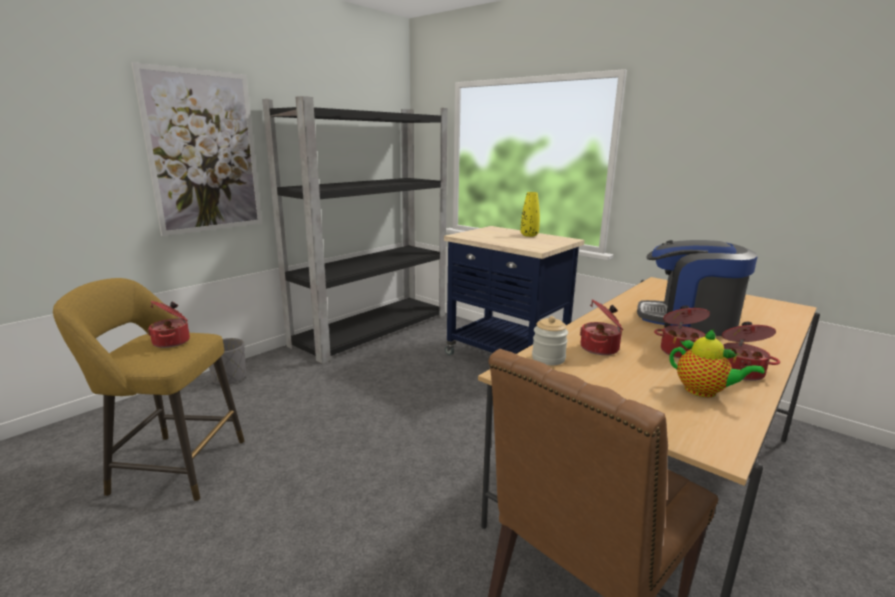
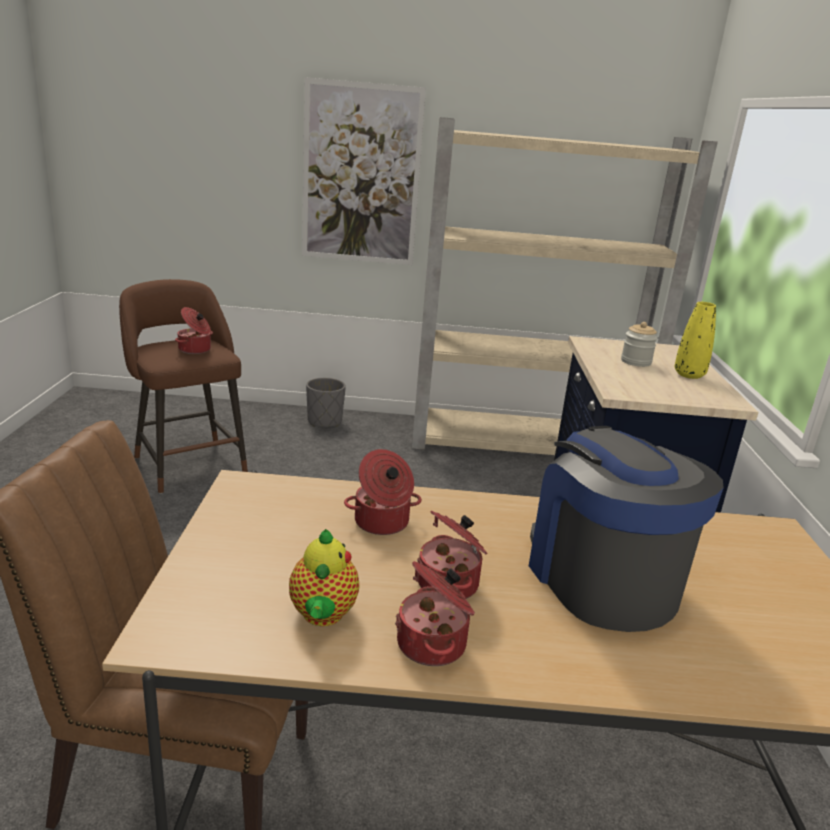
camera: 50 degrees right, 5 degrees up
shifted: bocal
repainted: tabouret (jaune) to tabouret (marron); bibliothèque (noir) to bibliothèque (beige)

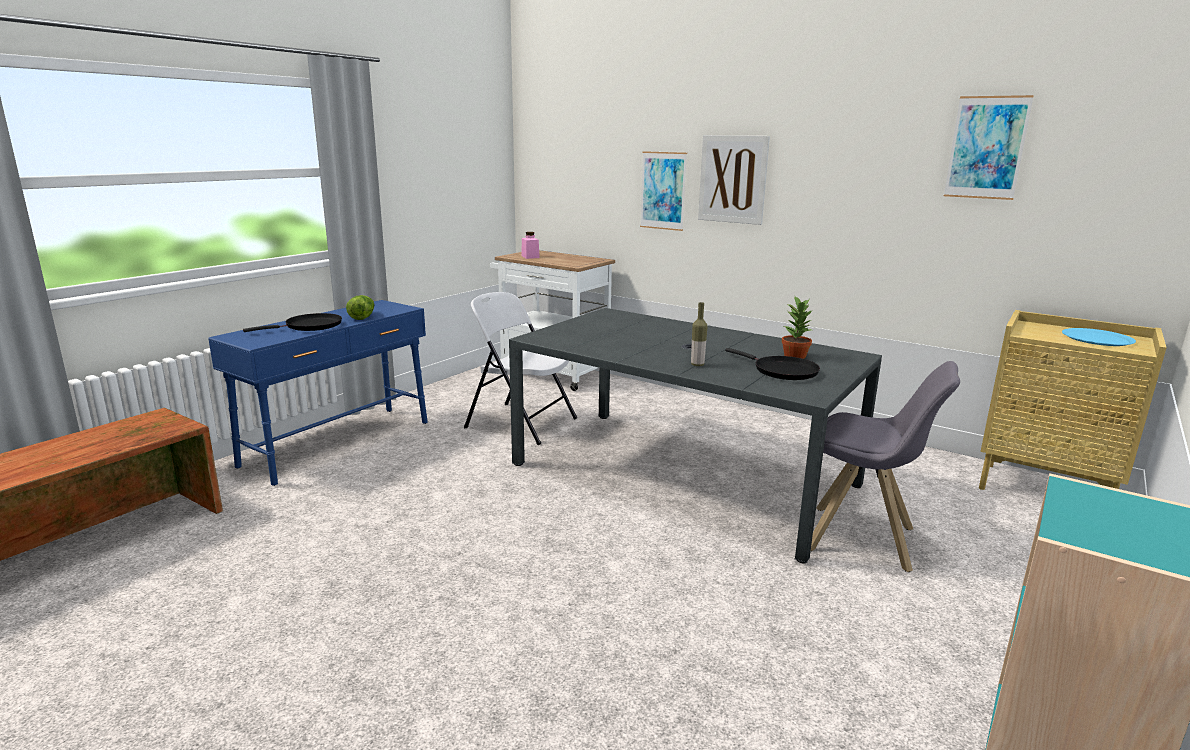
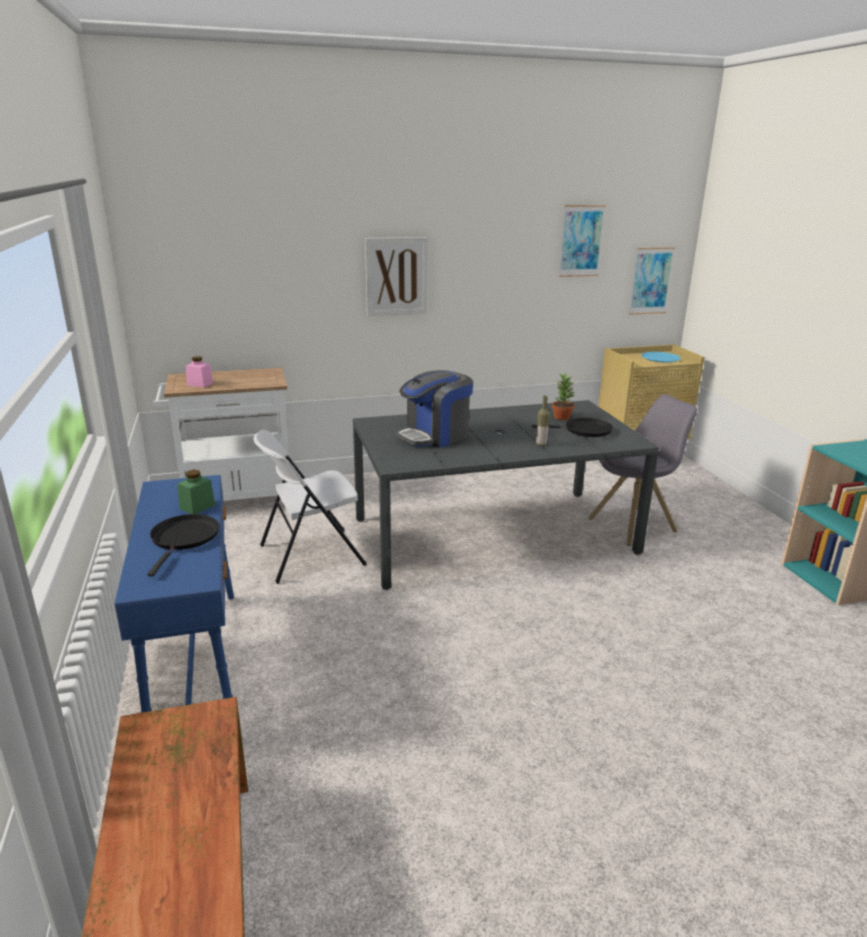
camera: 50 degrees left, 5 degrees up
new: machine à café
shifted: tableau (no. 1 from left in the first image) to tableau (no. 3 from left)
swapped: laitue to bocal (vert)

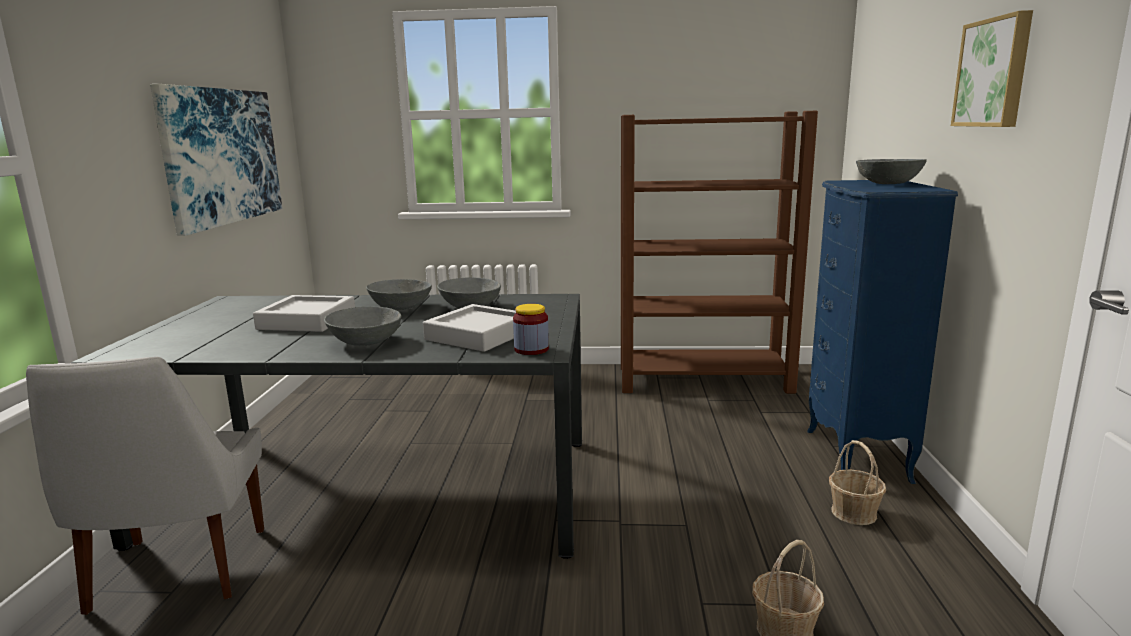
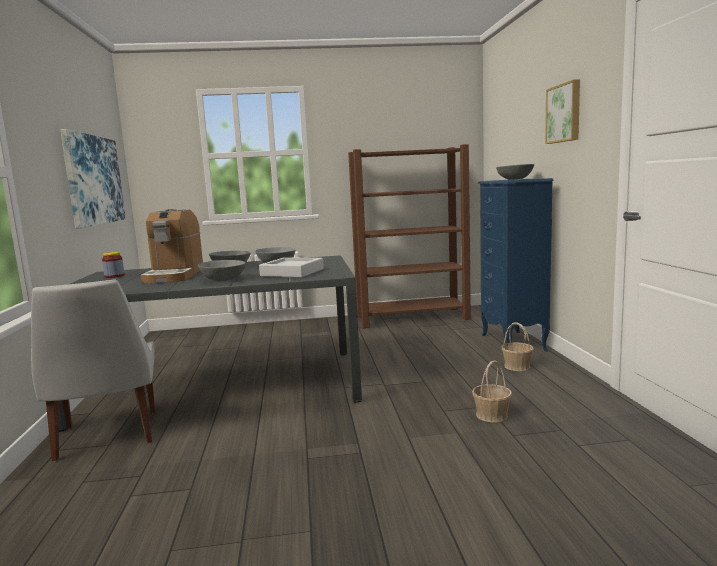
camera: 10 degrees left, 5 degrees down
shifted: bocal
swapped: plateau (gris) (no. 1 from left) to machine à café

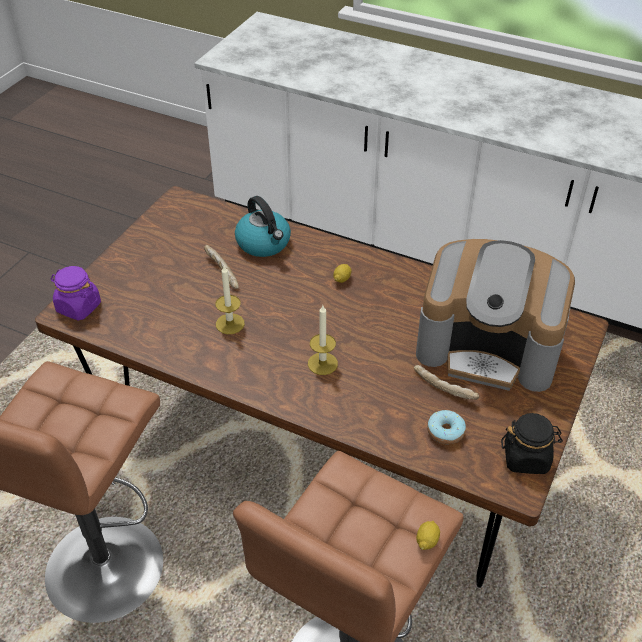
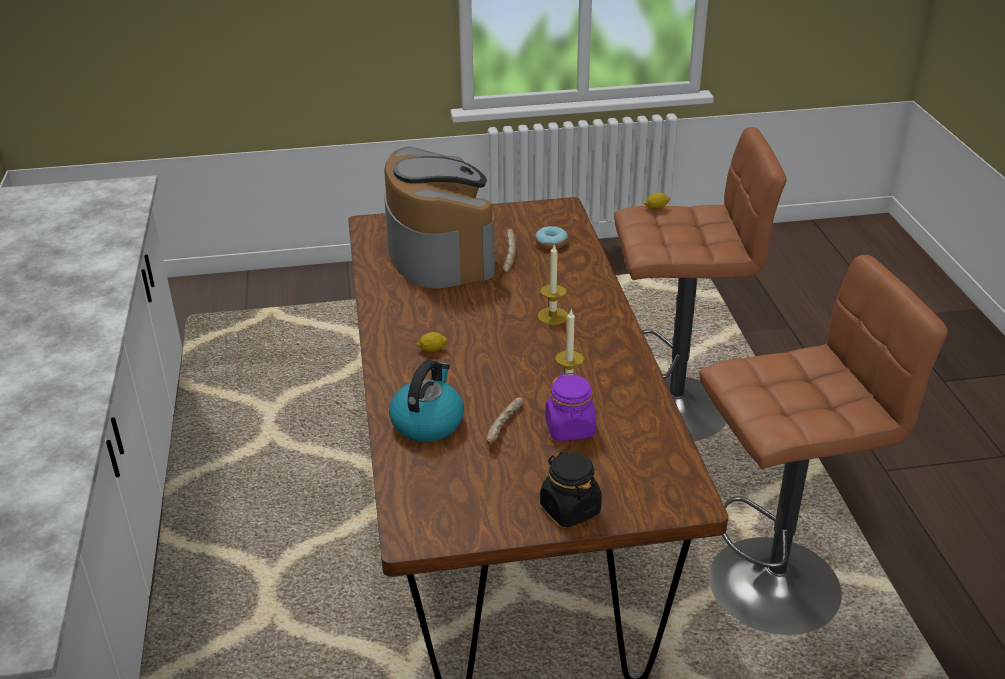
camera: 125 degrees left, 10 degrees down
shifted: bocal (noir); bocal (violet)

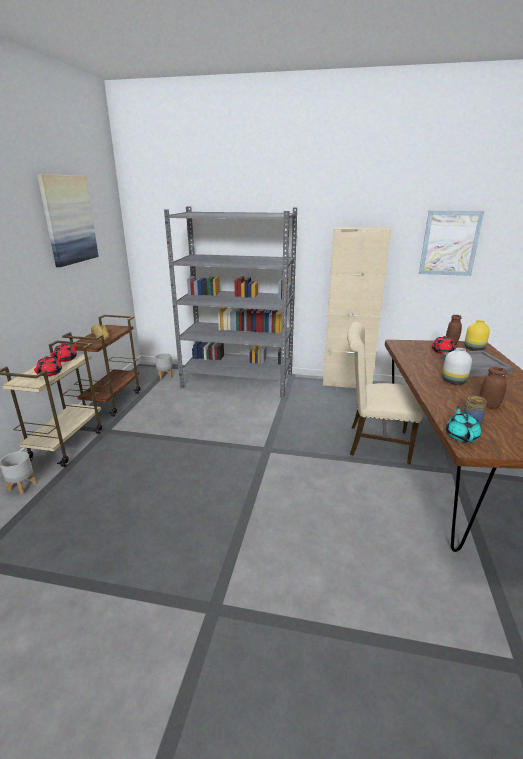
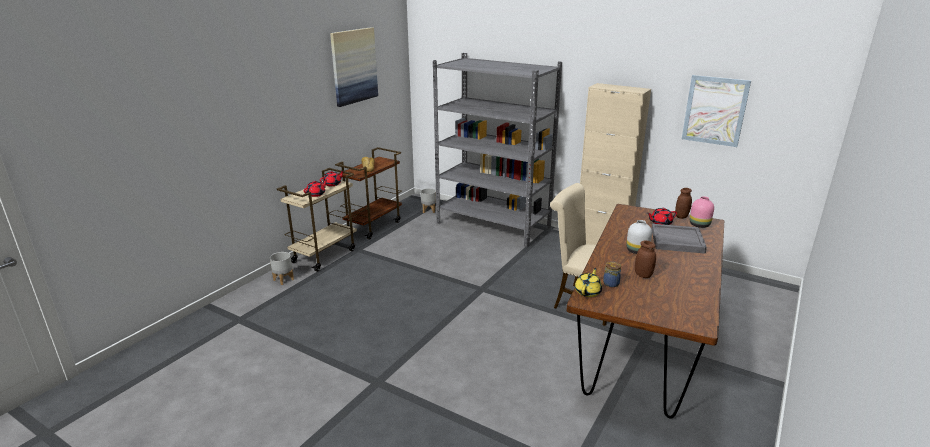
camera: 20 degrees right, 0 degrees up
repainted: théière (turquoise) to théière (jaune); vase (jaune) to vase (rose)

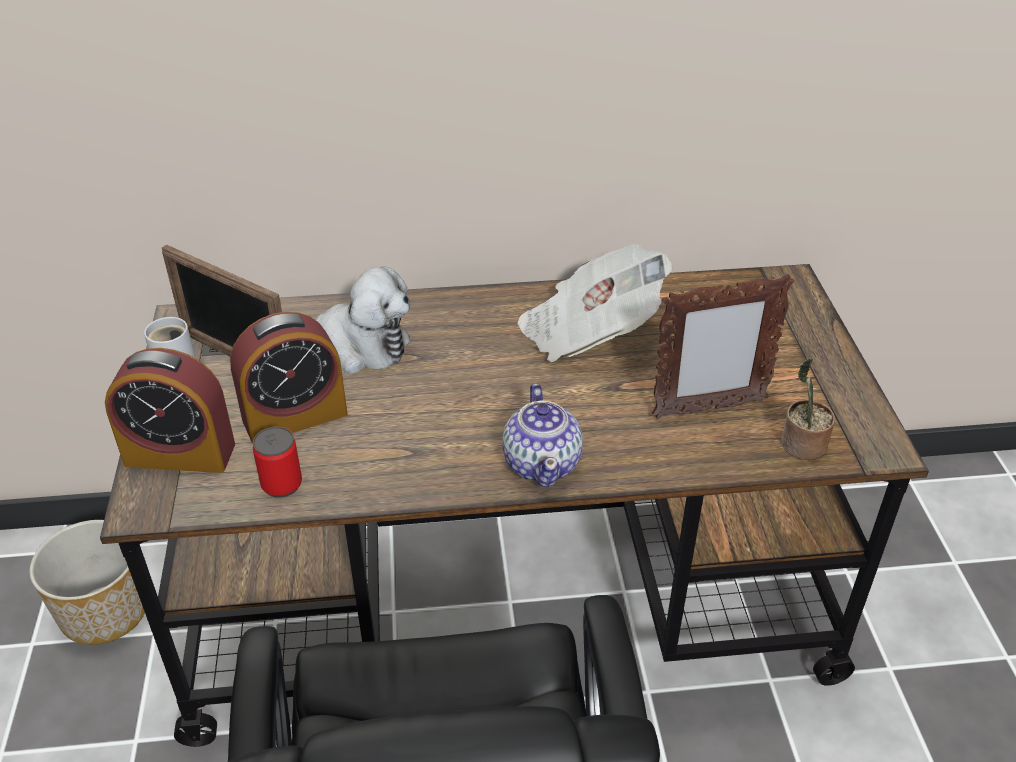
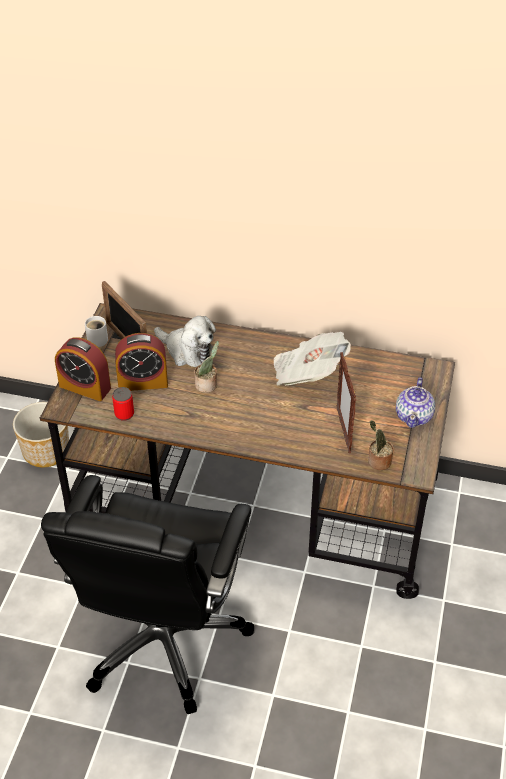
camera: 20 degrees right, 5 degrees up
new: plante en pot (no. 1 from left)
shifted: théière
rotated: cadre photo (no. 2 from left) 75 degrees clockwise

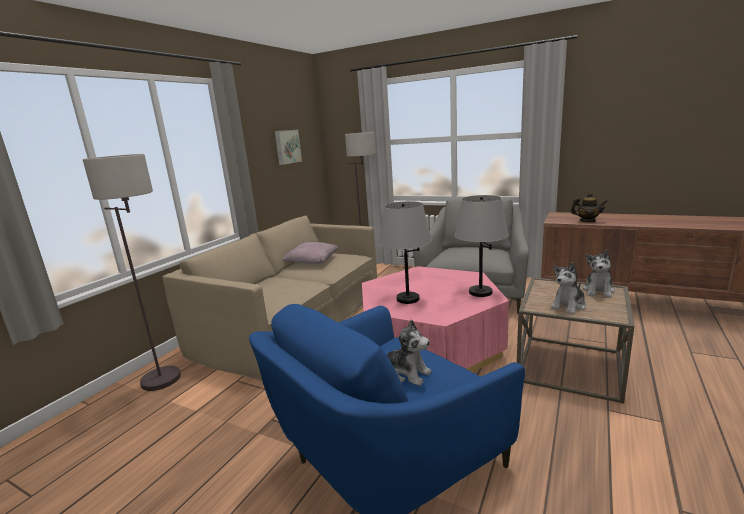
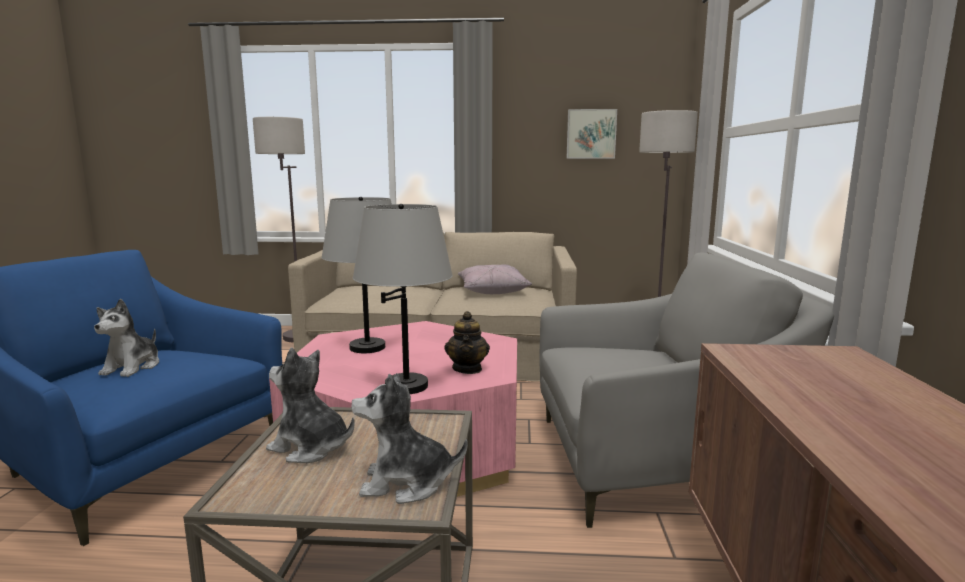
camera: 65 degrees right, 5 degrees down
shifted: théière

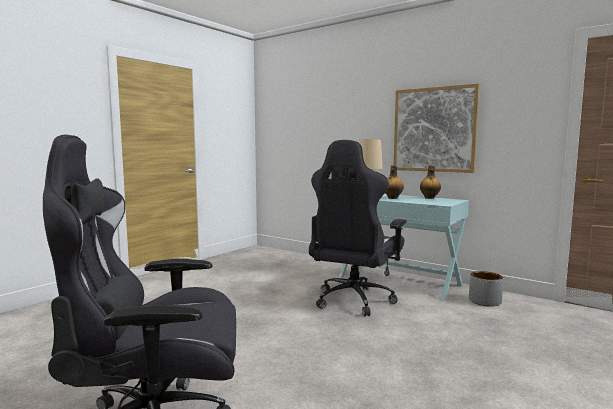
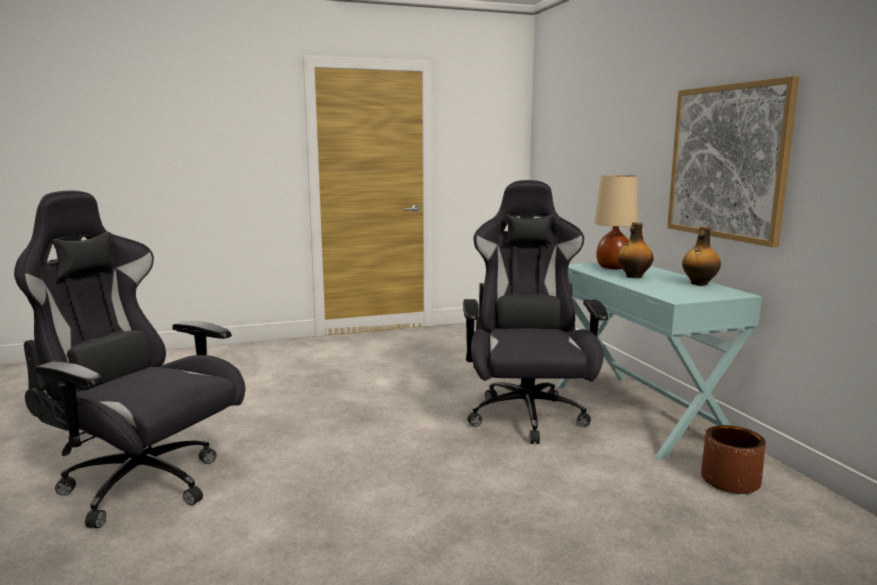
camera: 35 degrees right, 5 degrees up
repainted: cache-pot (gris) to cache-pot (marron)
rotated: chaise de bureau (noir) (no. 2 from left) 120 degrees clockwise

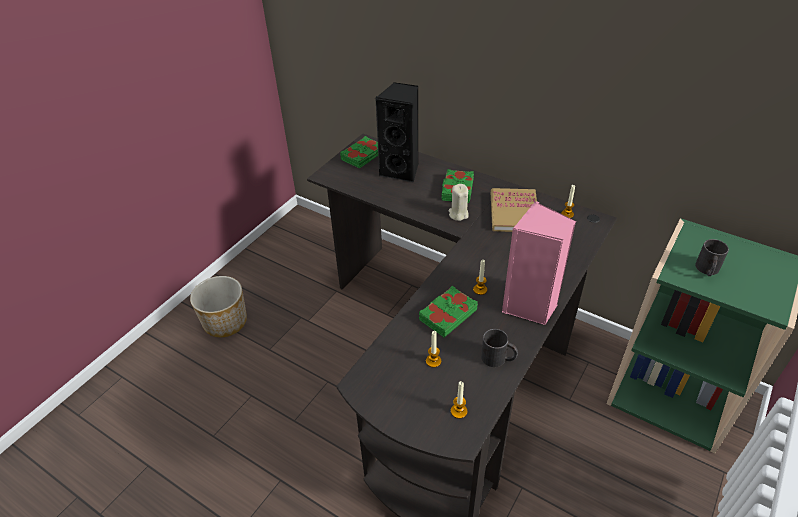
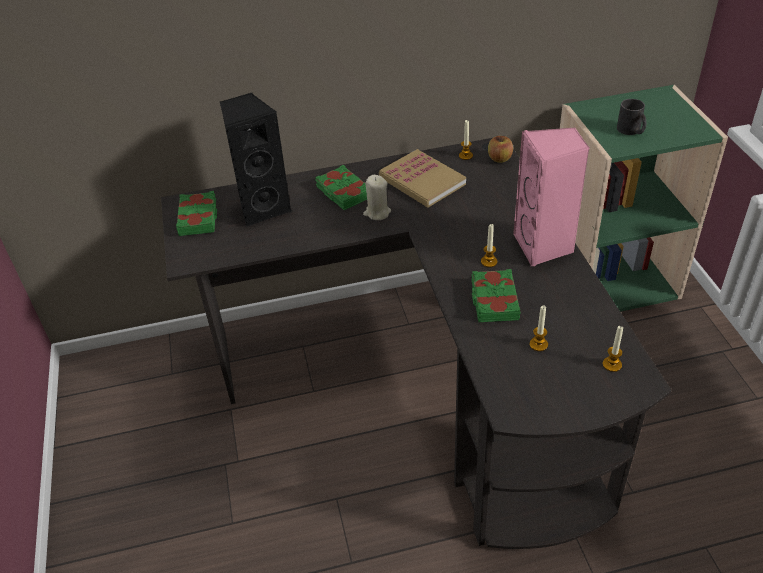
camera: 45 degrees left, 0 degrees up
gone: cache-pot; mug (noir) (no. 1 from left)
new: pomme

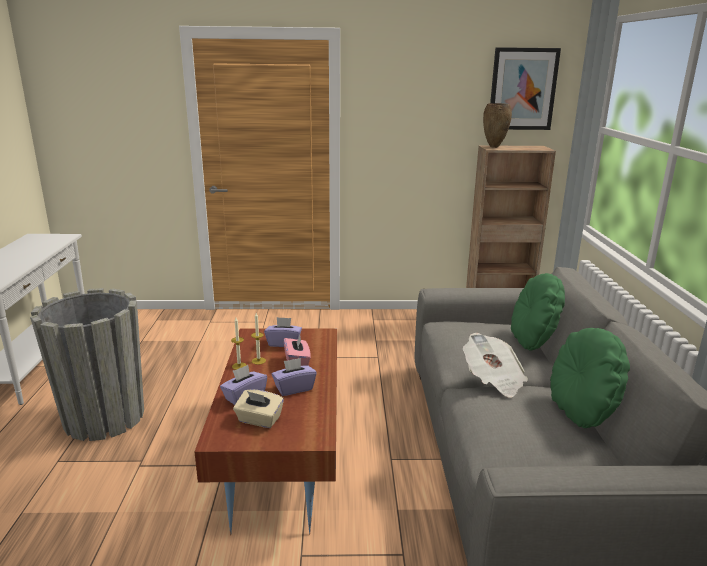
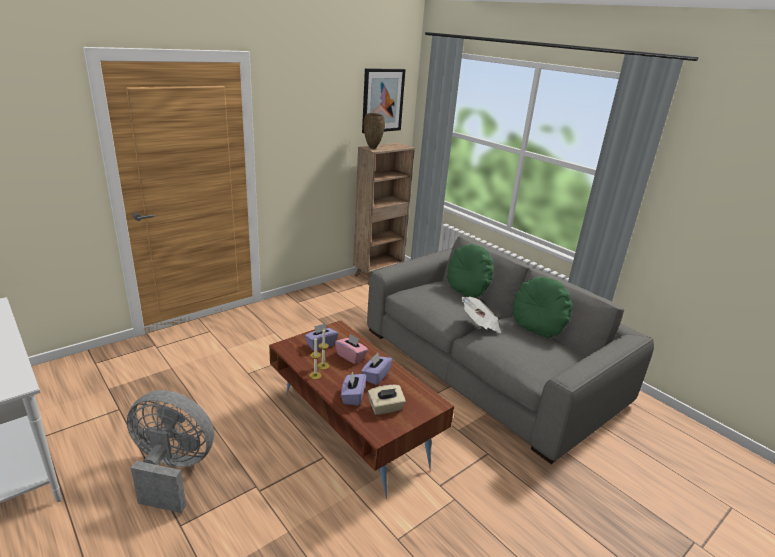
camera: 40 degrees left, 5 degrees up
swapped: cache-pot (gris) to ventilateur (gris)

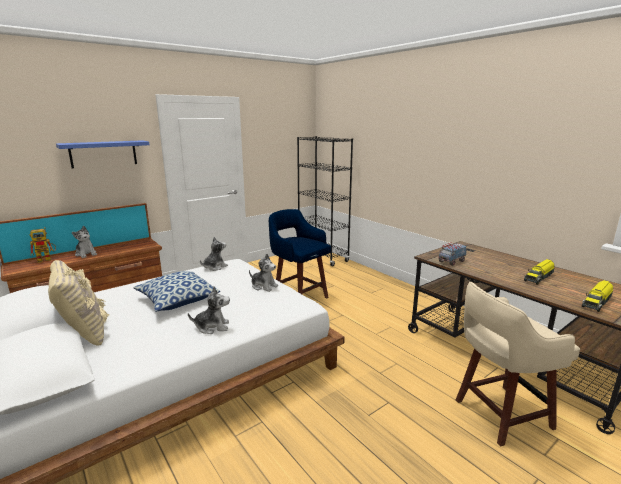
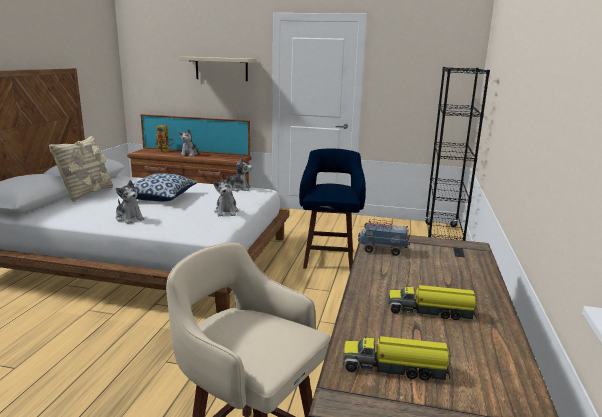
camera: 50 degrees right, 0 degrees up
repainted: étagère (bleu) to étagère (beige)

